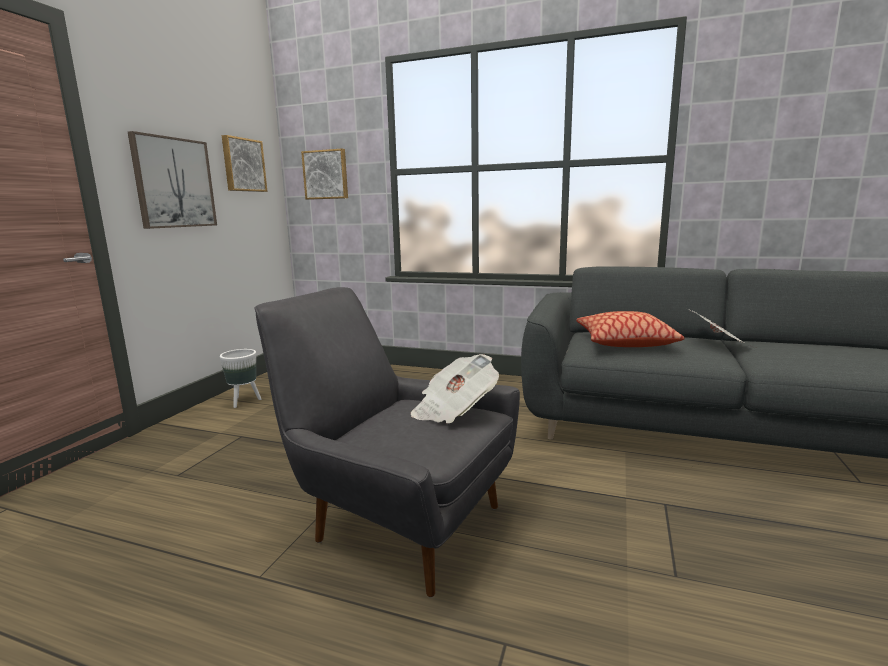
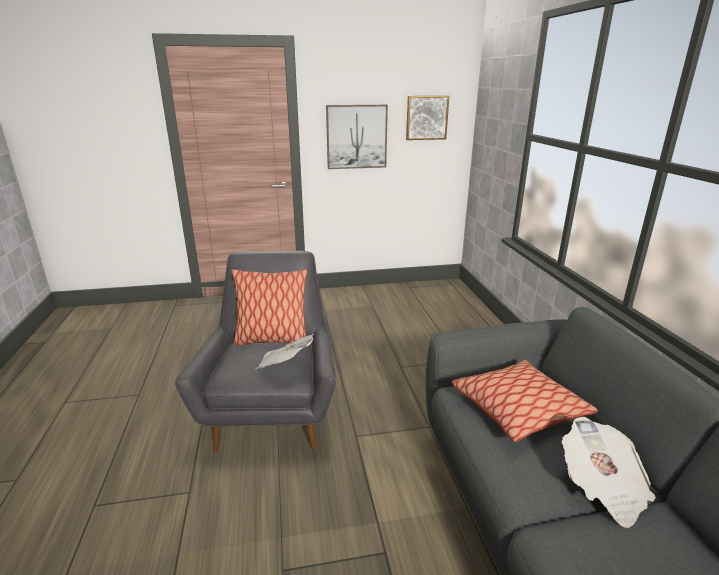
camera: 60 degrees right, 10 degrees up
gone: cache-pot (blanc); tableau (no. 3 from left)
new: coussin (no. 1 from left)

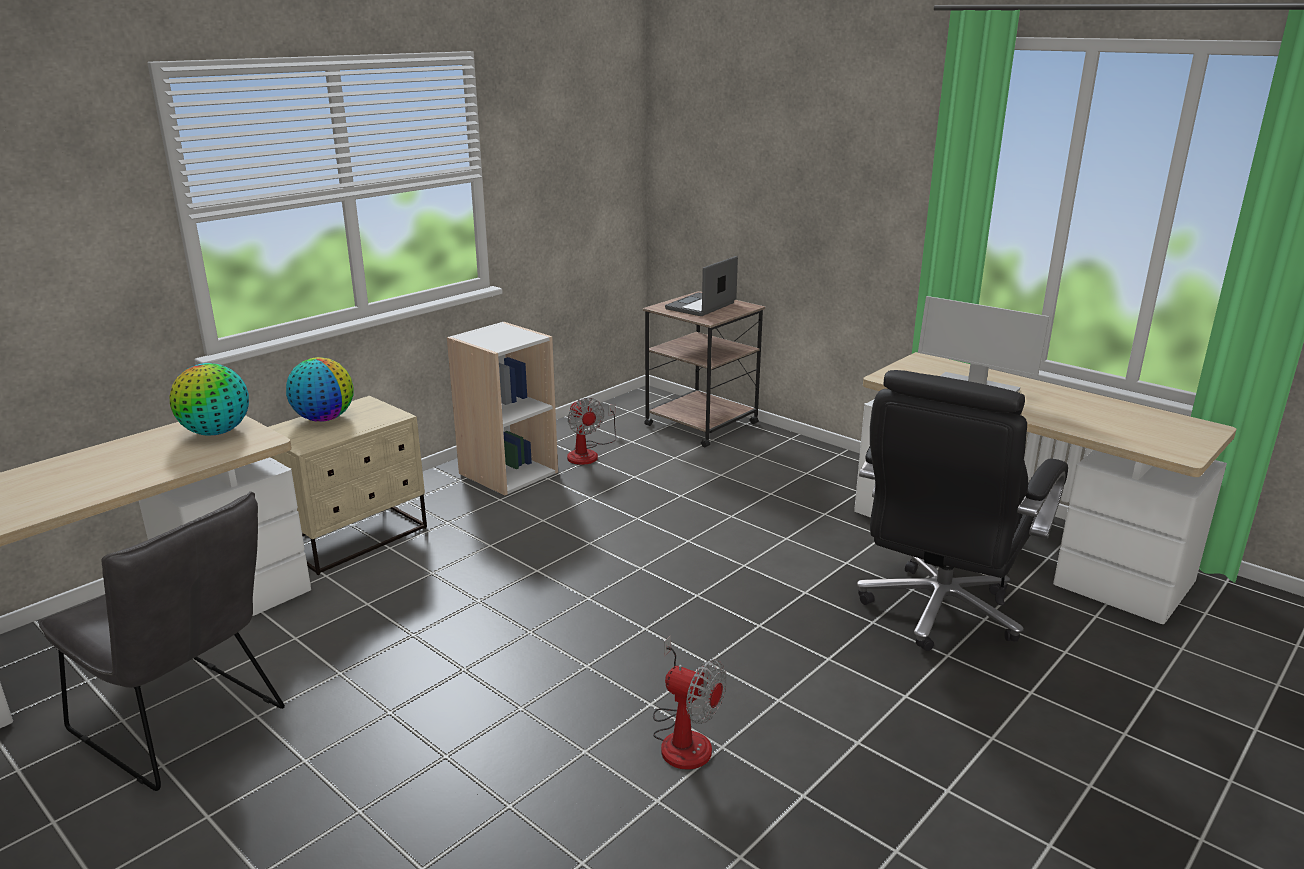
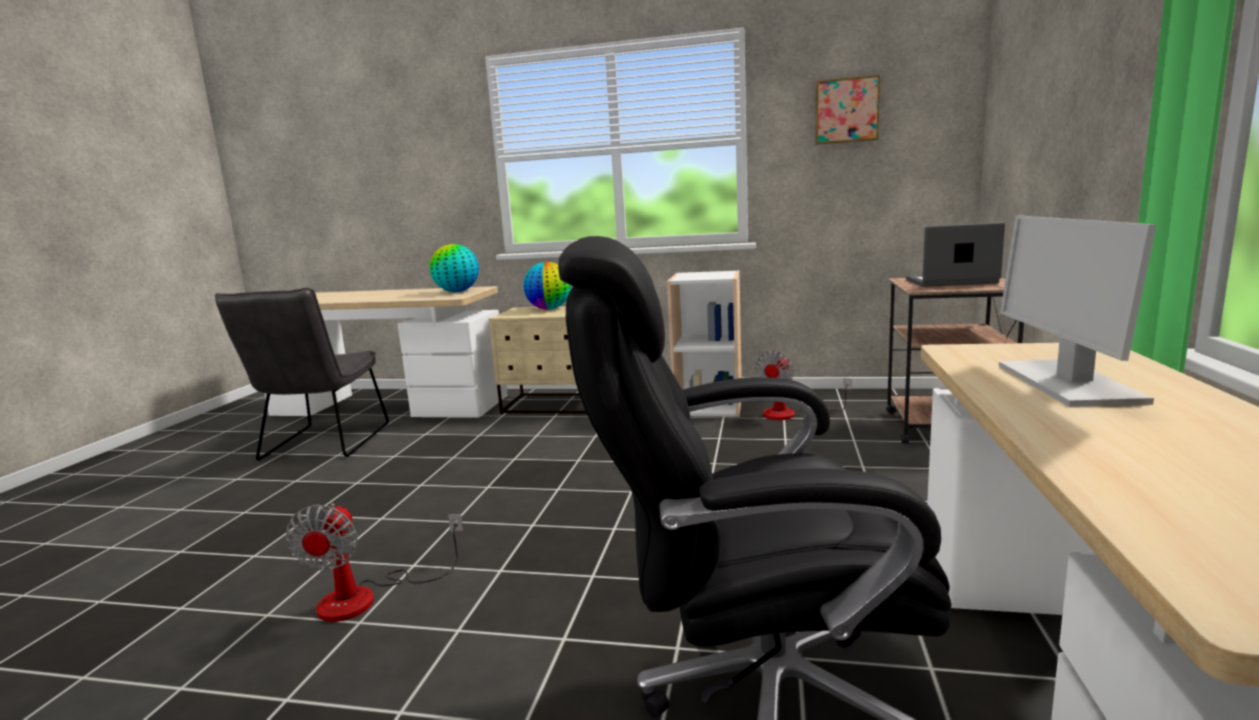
camera: 60 degrees right, 10 degrees down
new: tableau

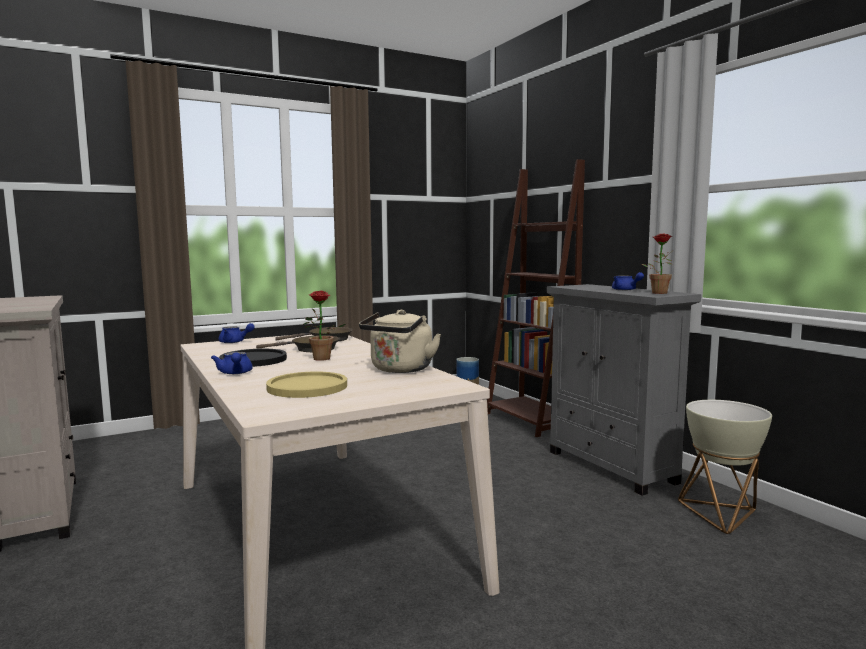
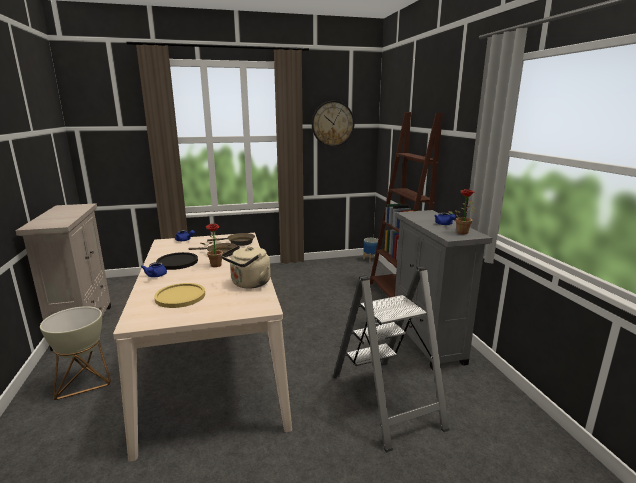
camera: 15 degrees right, 10 degrees up
new: horloge murale; escabeau (gris)
shifted: cache-pot (no. 2 from left in the first image) to cache-pot (no. 1 from left)

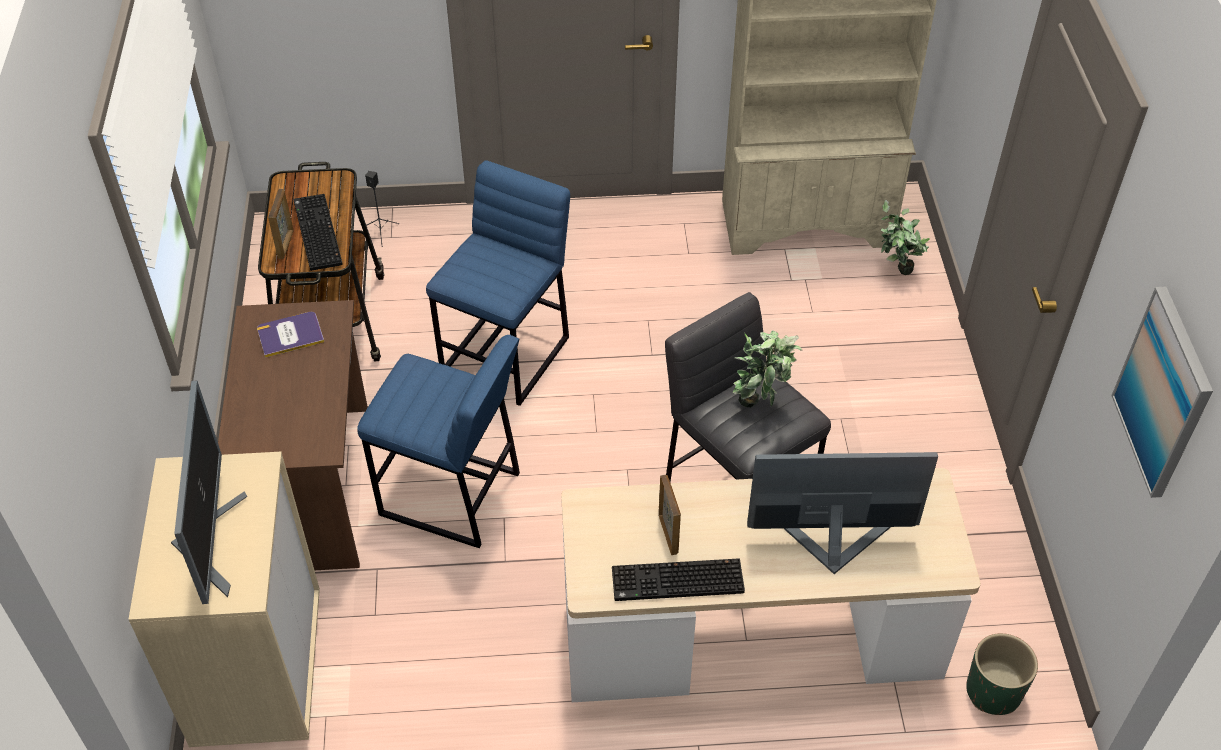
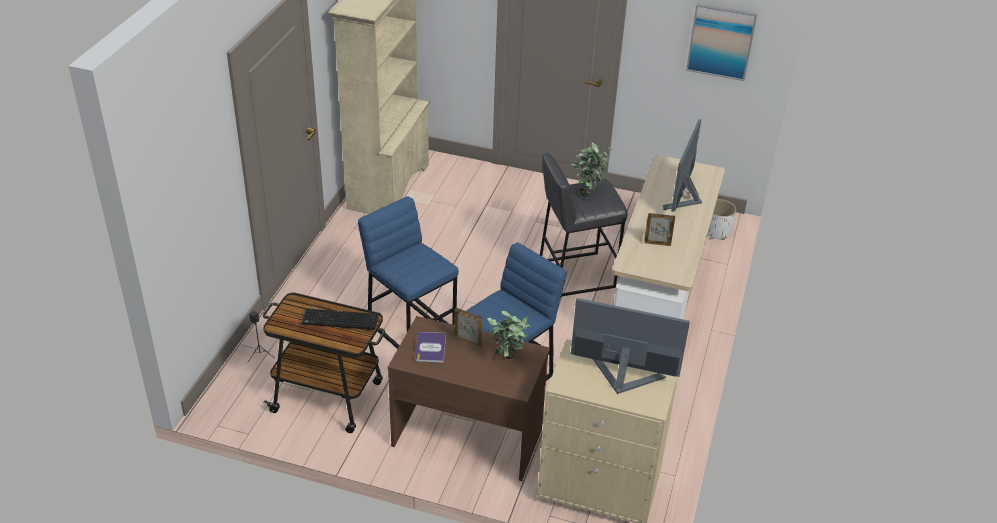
camera: 70 degrees left, 10 degrees down
gone: clavier (no. 2 from left)
shifted: cadre photo (no. 1 from left); plante en pot (no. 2 from left in the first image) to plante en pot (no. 1 from left)
repainted: cache-pot (vert) to cache-pot (blanc)

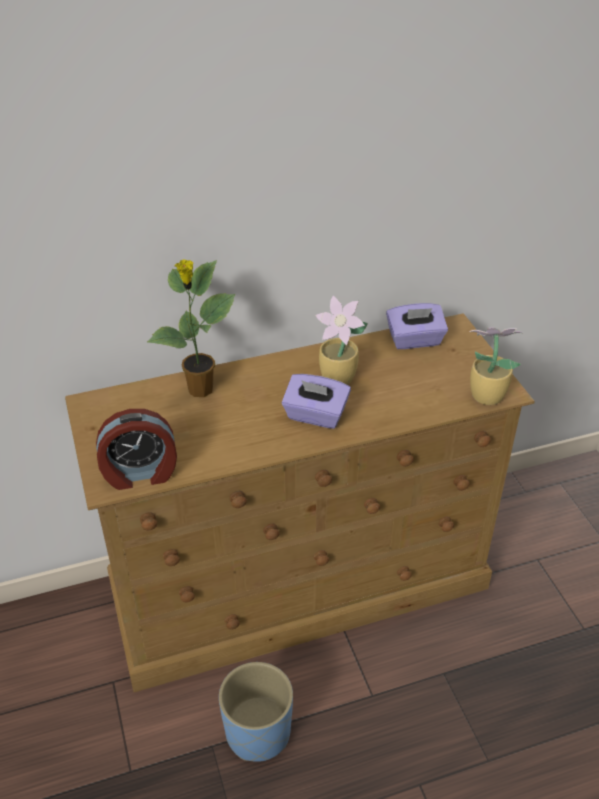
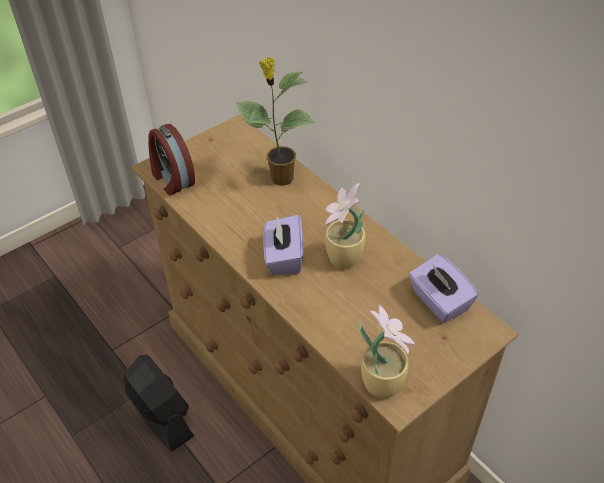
camera: 70 degrees right, 5 degrees up
swapped: cache-pot (bleu) to ventilateur (noir)

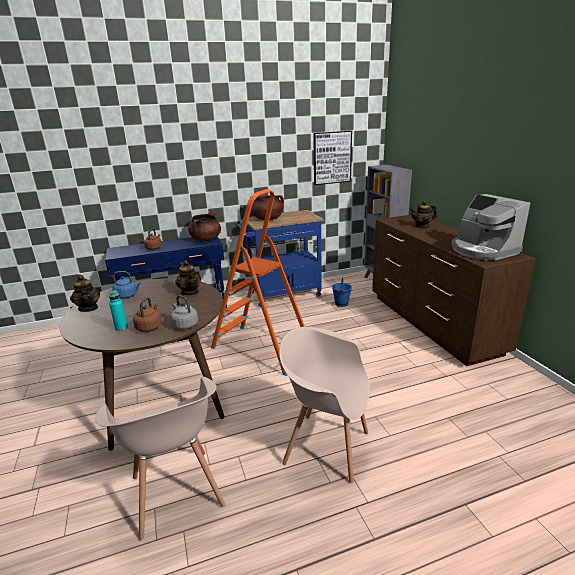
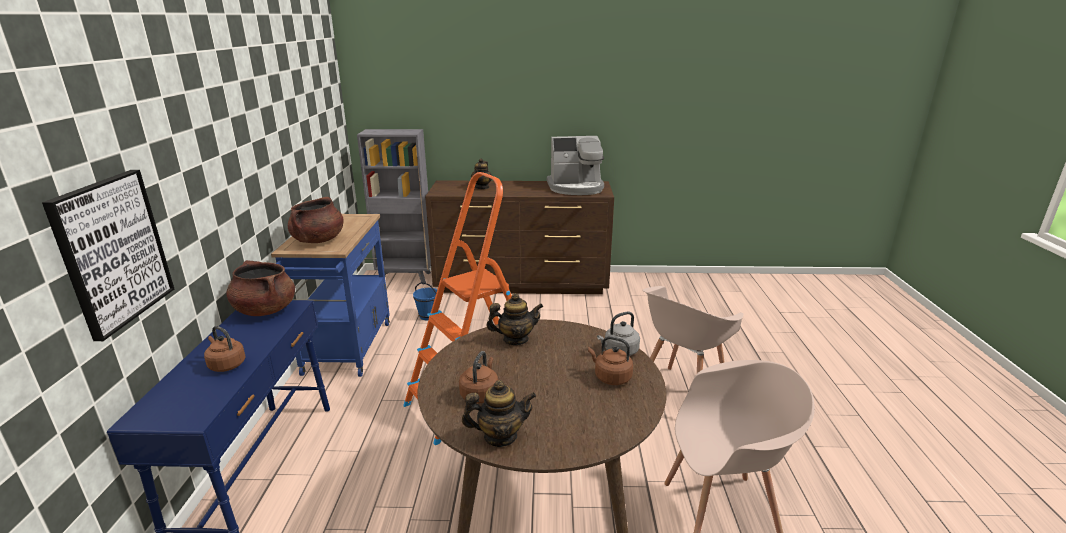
camera: 70 degrees left, 0 degrees up
gone: bouteille (turquoise)
shifted: tableau
repainted: bouilloire (bleu) to bouilloire (marron) (no. 2 from left)

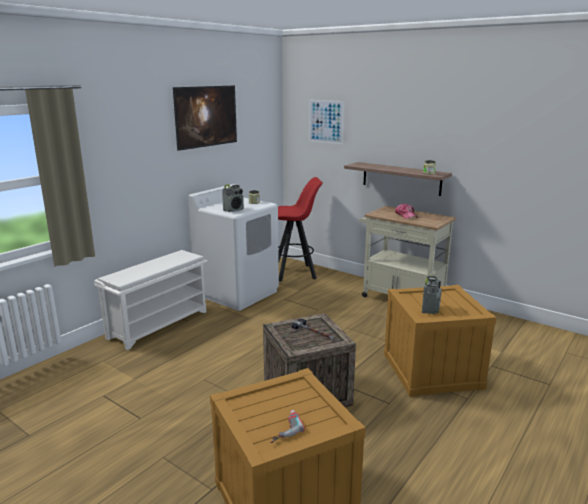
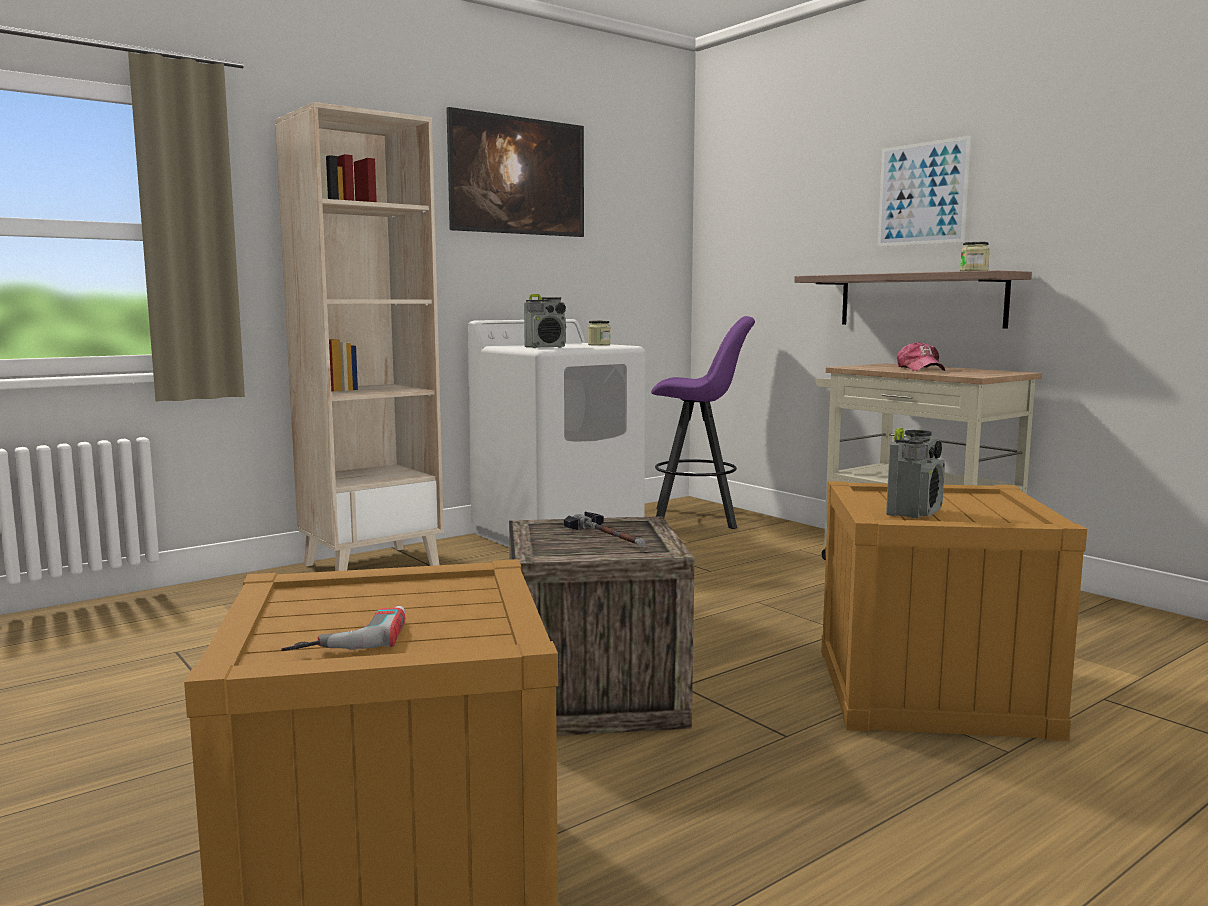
camera: 15 degrees right, 10 degrees down
shifted: tableau (no. 2 from left)
swapped: étagère à chaussures (blanc) to bibliothèque (beige)
repainted: tabouret (rouge) to tabouret (violet)

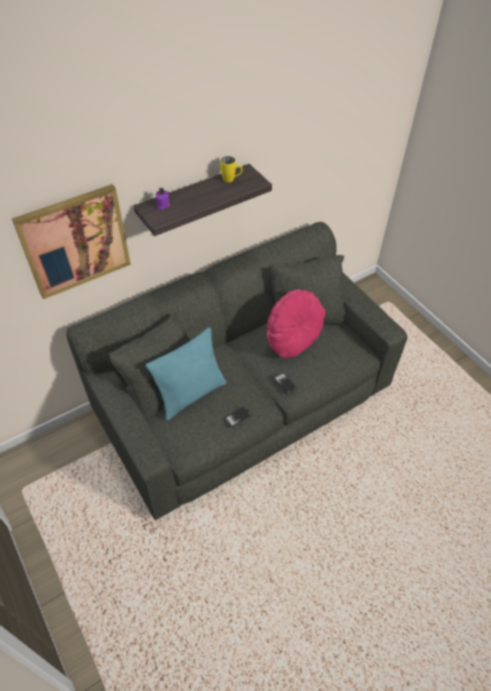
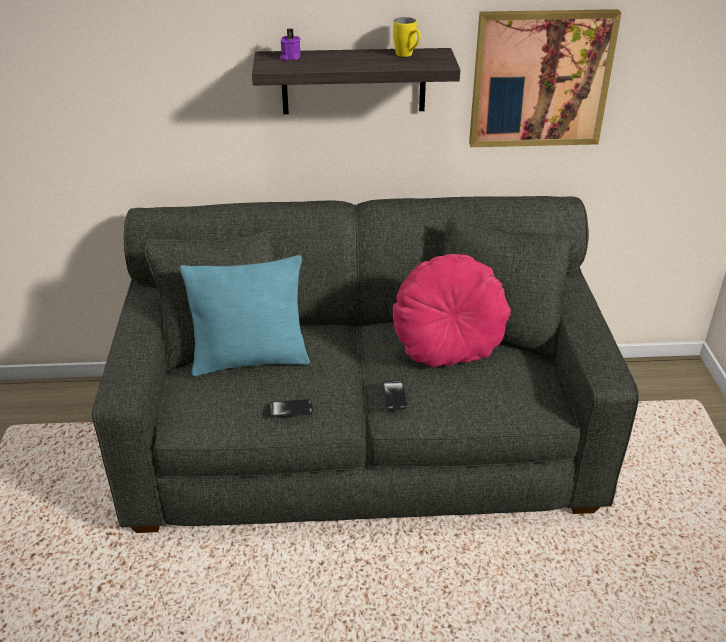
camera: 30 degrees right, 15 degrees down
shifted: tableau

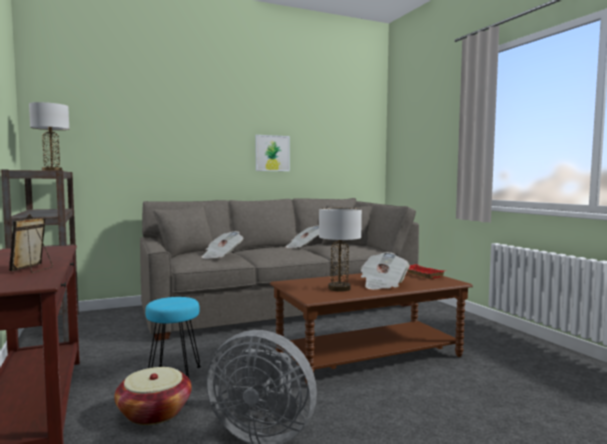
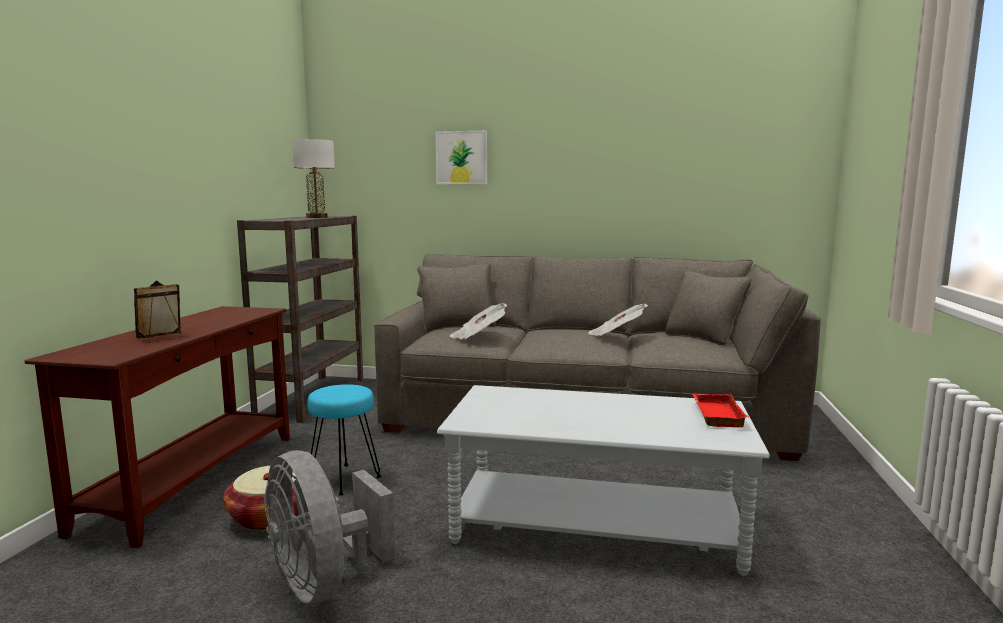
camera: 35 degrees right, 5 degrees up
gone: lampe de table (no. 2 from left); journal (no. 3 from left)
shifted: tableau
repainted: table basse (marron) to table basse (gris)

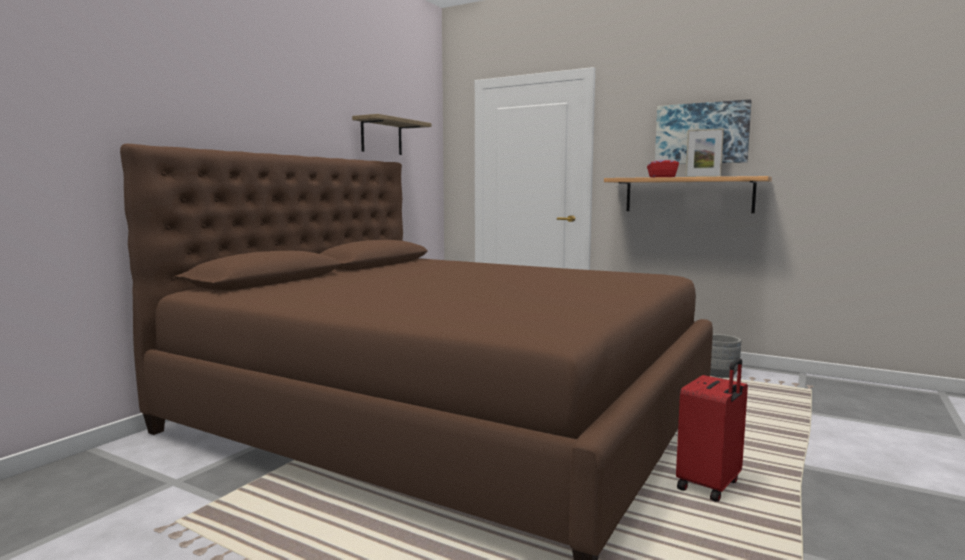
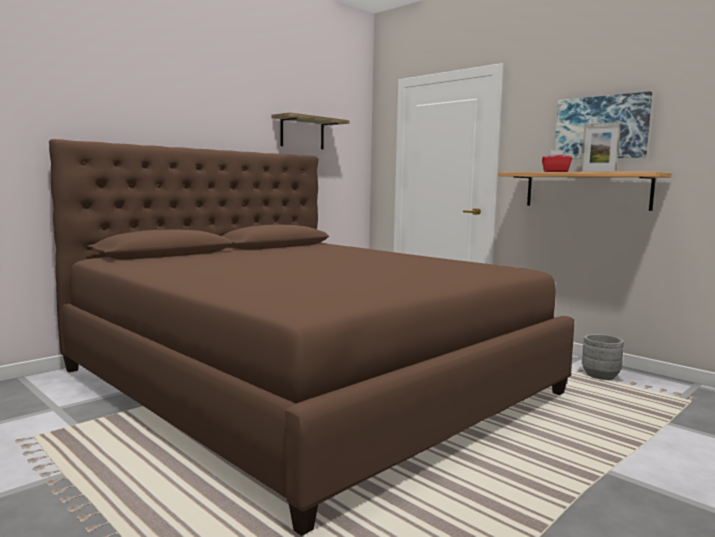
camera: 15 degrees right, 0 degrees up
gone: valise (rouge)

